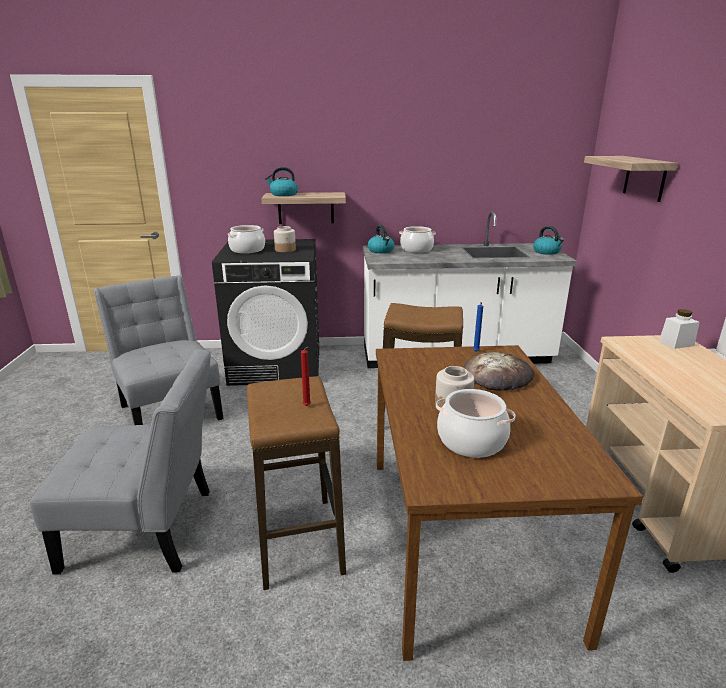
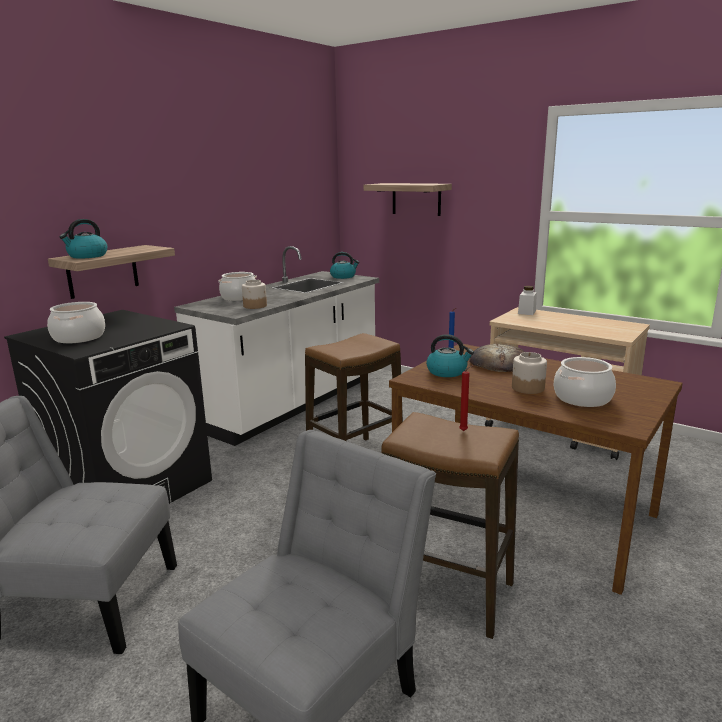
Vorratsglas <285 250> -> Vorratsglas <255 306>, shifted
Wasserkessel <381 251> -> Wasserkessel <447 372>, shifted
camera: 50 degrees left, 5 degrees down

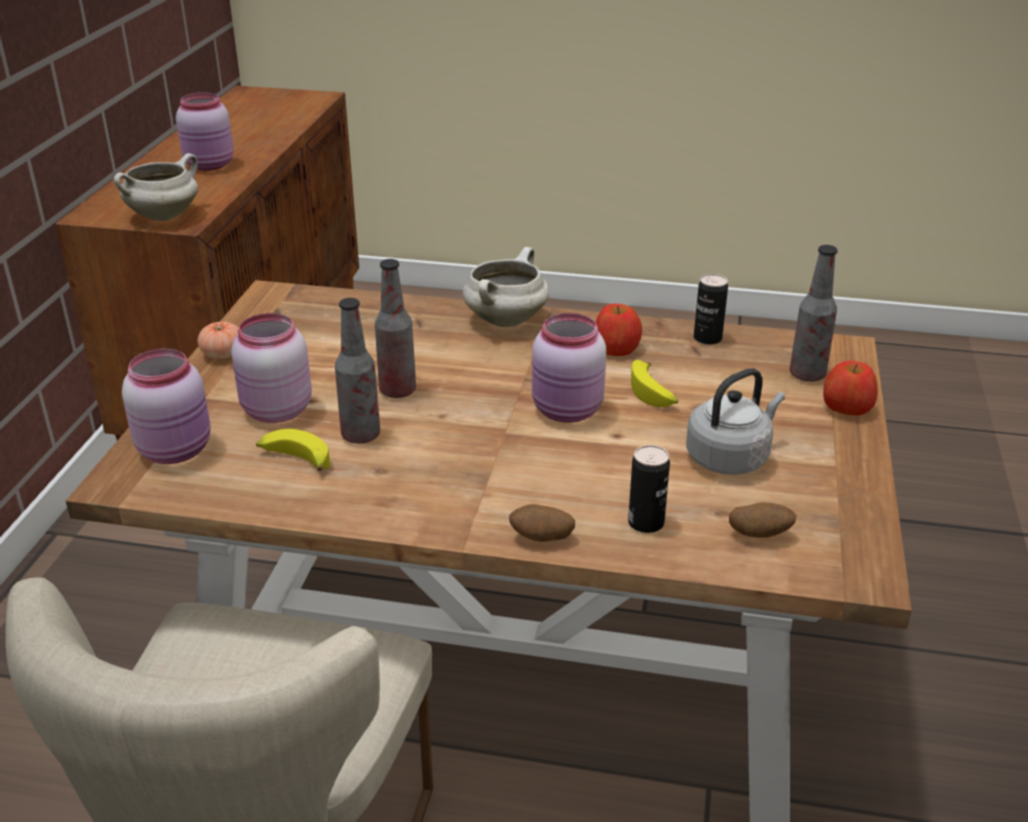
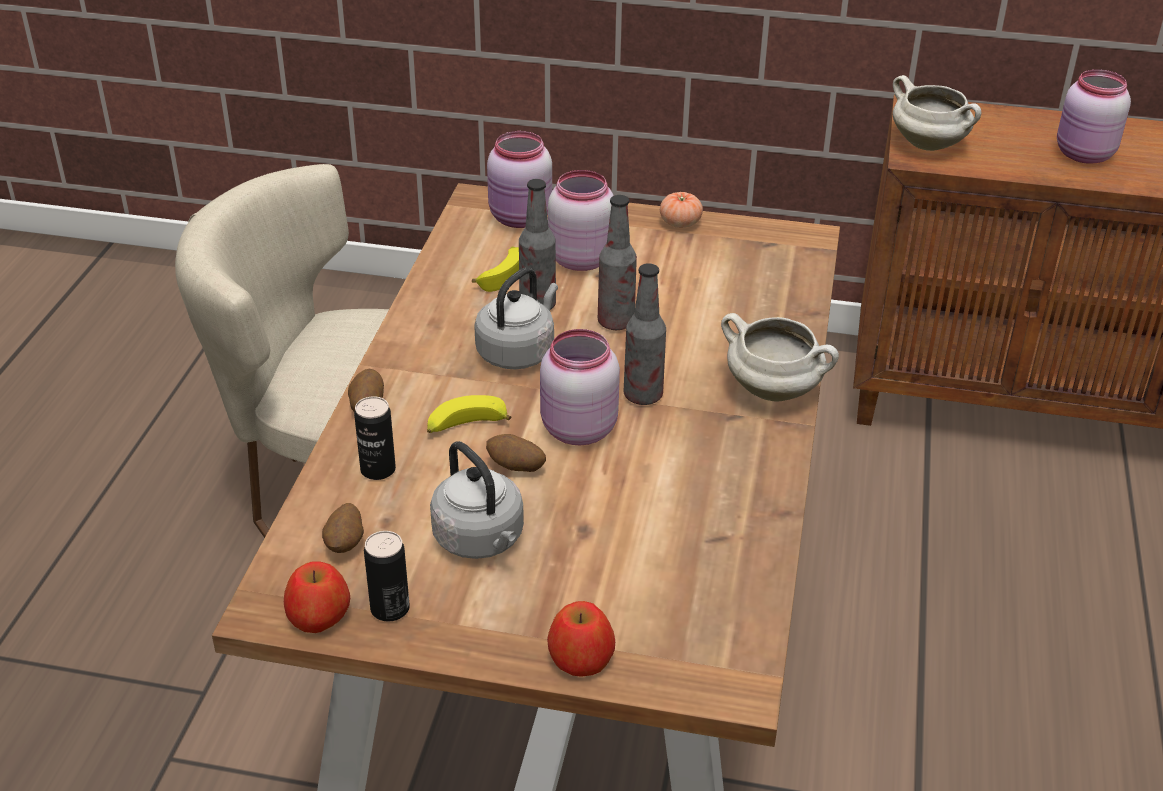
Apfel <616 348> -> Apfel <318 617>, shifted
Dose <707 338> -> Dose <390 608>, shifted
Banane <653 393> -> Banane <465 426>, shifted
none -> Wasserkessel [grau] <518 352>
none -> Kartoffel <515 468>
Flasche <807 375> -> Flasche <643 395>, shifted
camera: 90 degrees right, 5 degrees up

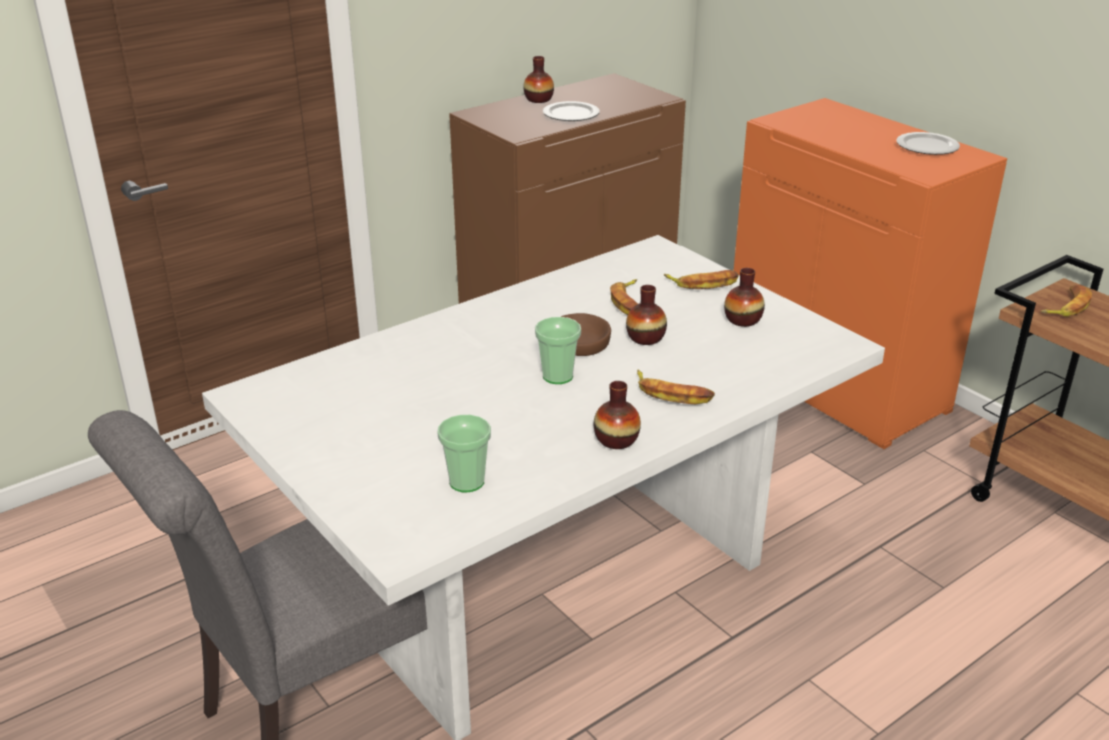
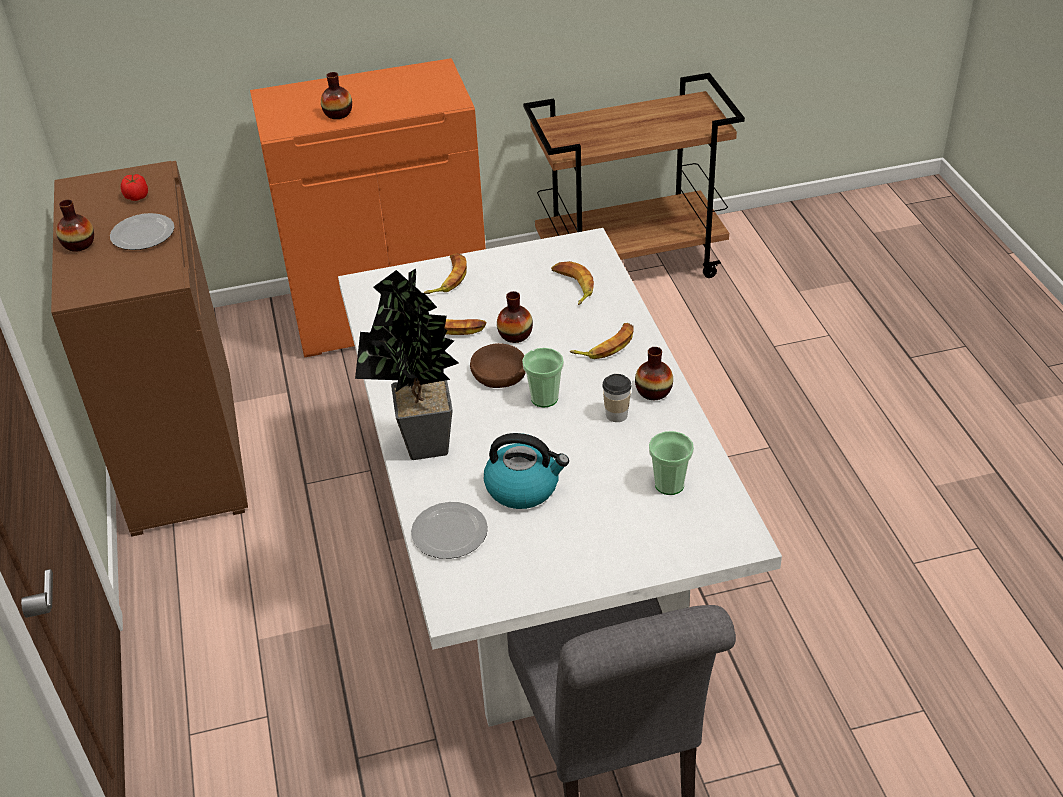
none -> Tomate <136 197>
Vase <742 320> -> Vase <338 114>, shifted
none -> Topfpflanze <423 450>
Teller <927 147> -> Teller <450 533>, shifted
none -> Wasserkessel <523 487>
Banane <1066 306> -> Banane <572 286>, shifted
none -> Tasse <616 415>
camera: 65 degrees left, 10 degrees up

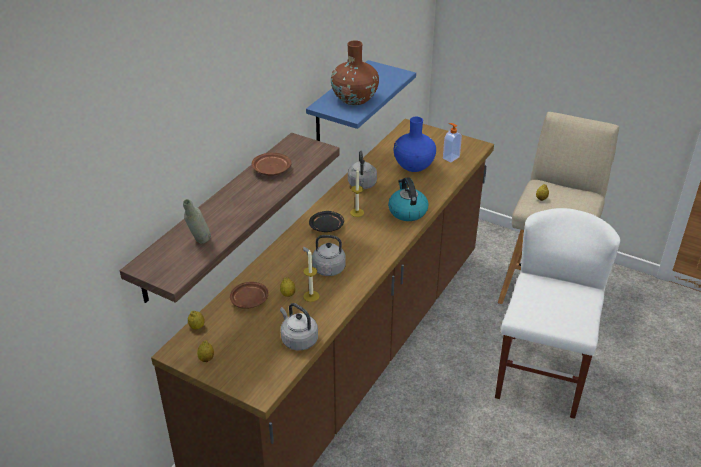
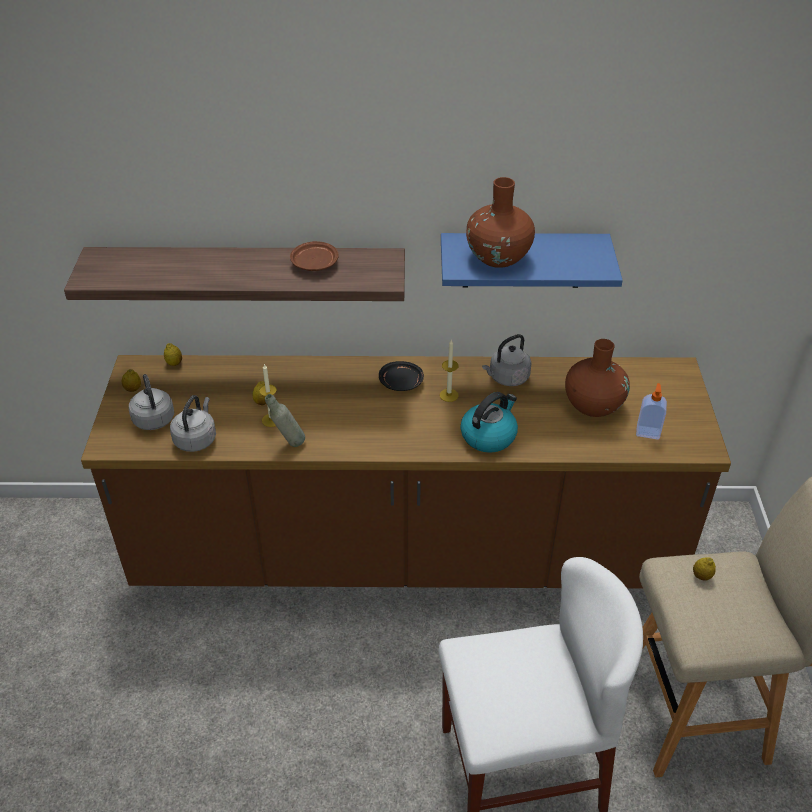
Wasserkessel [grau] <326 268> -> Wasserkessel [grau] <153 418>, shifted
Flasche [grau] <199 244> -> Flasche [grau] <288 444>, shifted
Vase [blau] <413 165> -> Vase [braun] <593 405>
Teller [braun] <250 300> -> none
camera: 60 degrees right, 5 degrees up

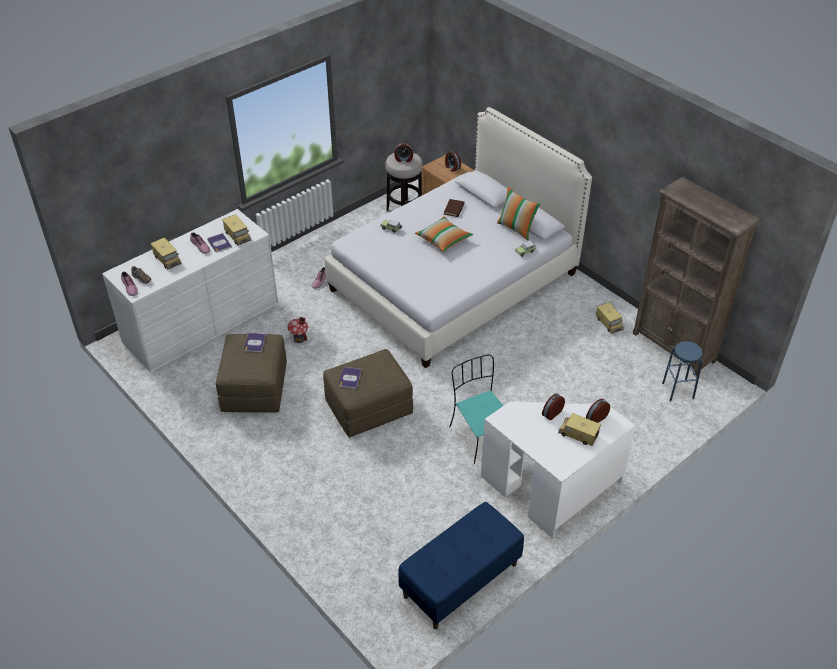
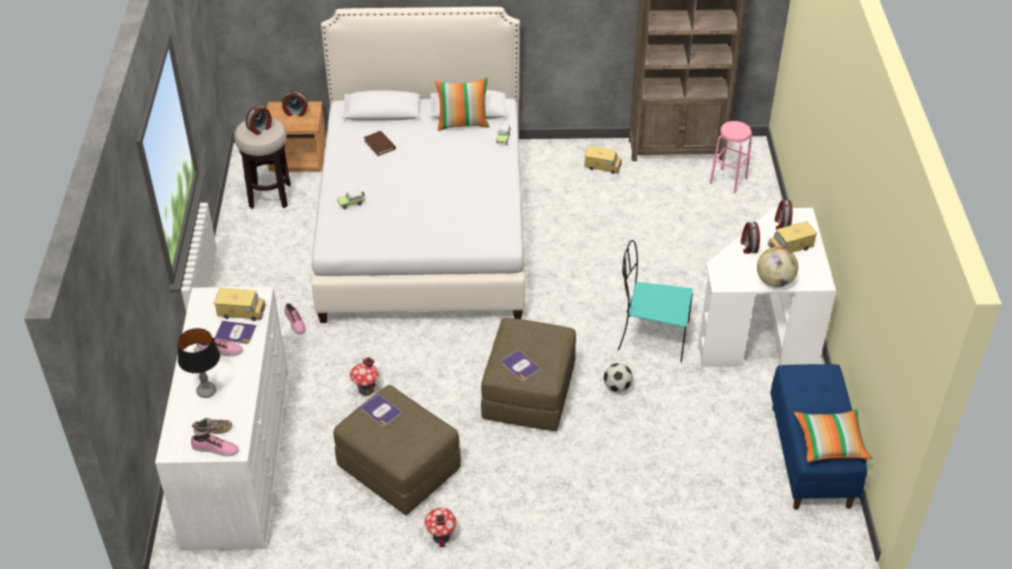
Spielzeuglaster <167 259> -> Tischlampe <206 391>
none -> Spielzeughaus <441 537>
none -> Fußball <617 387>
Hocker [blau] <678 390> -> Hocker [rosa] <728 180>
none -> Globus <774 281>
Kissen <443 240> -> Kissen <830 442>, shifted
camera: 50 degrees left, 0 degrees up

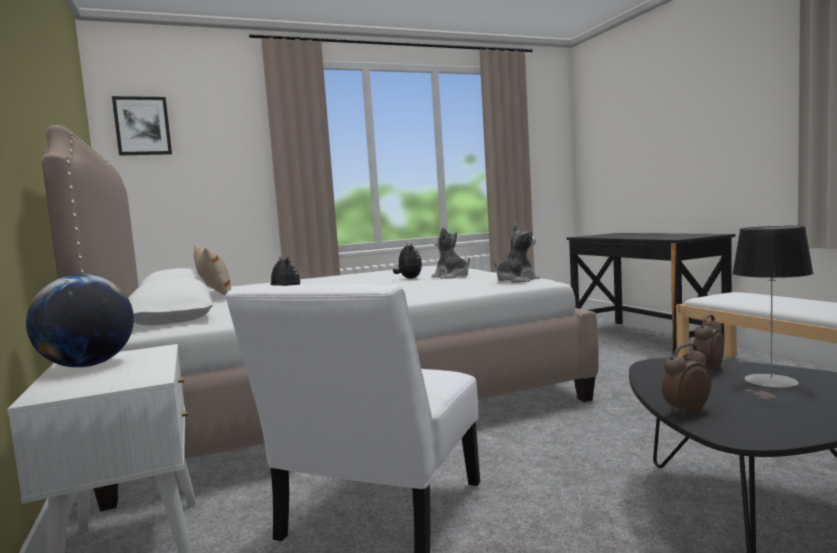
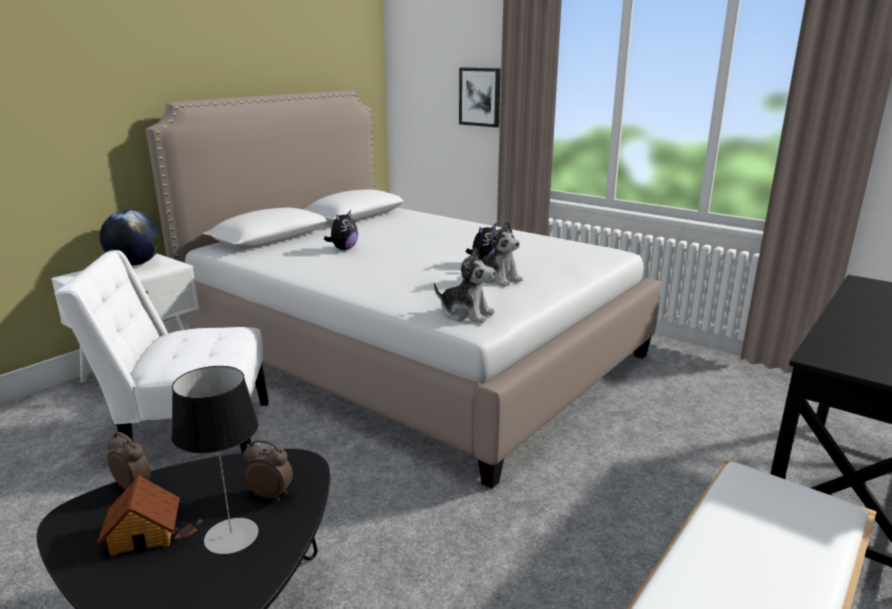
none -> Spielzeughaus <144 533>
Bild <142 126> -> Bild <480 97>, shifted
Plüschtier <451 276> -> Plüschtier <498 279>, 120 degrees clockwise
Kissen [beige] <214 295> -> none
camera: 60 degrees right, 15 degrees up

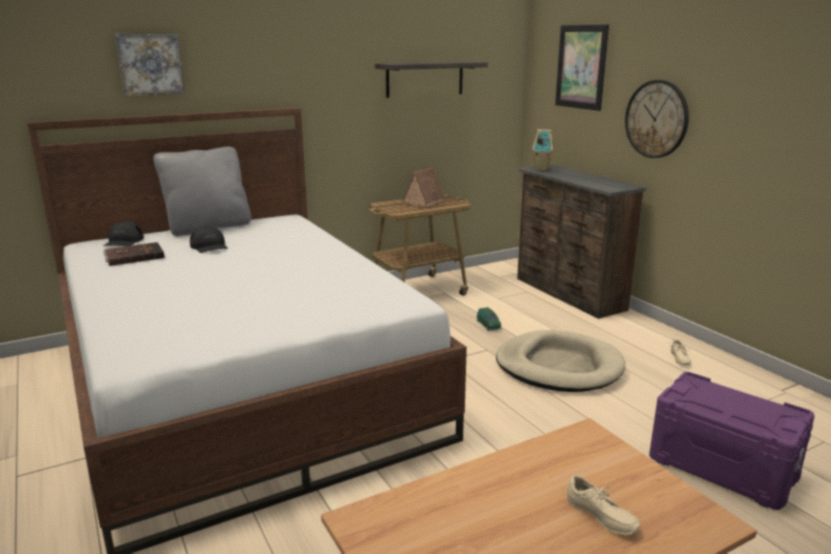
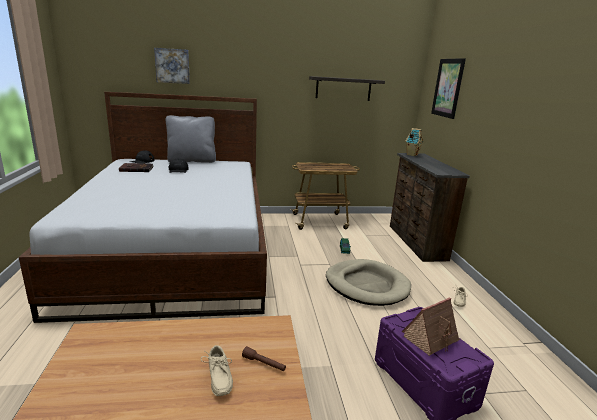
none -> Taschenlampe [braun] <264 364>
Spielzeughaus <425 202> -> Spielzeughaus <431 338>, shifted
Wanduhr <656 119> -> none
camera: 20 degrees right, 0 degrees up

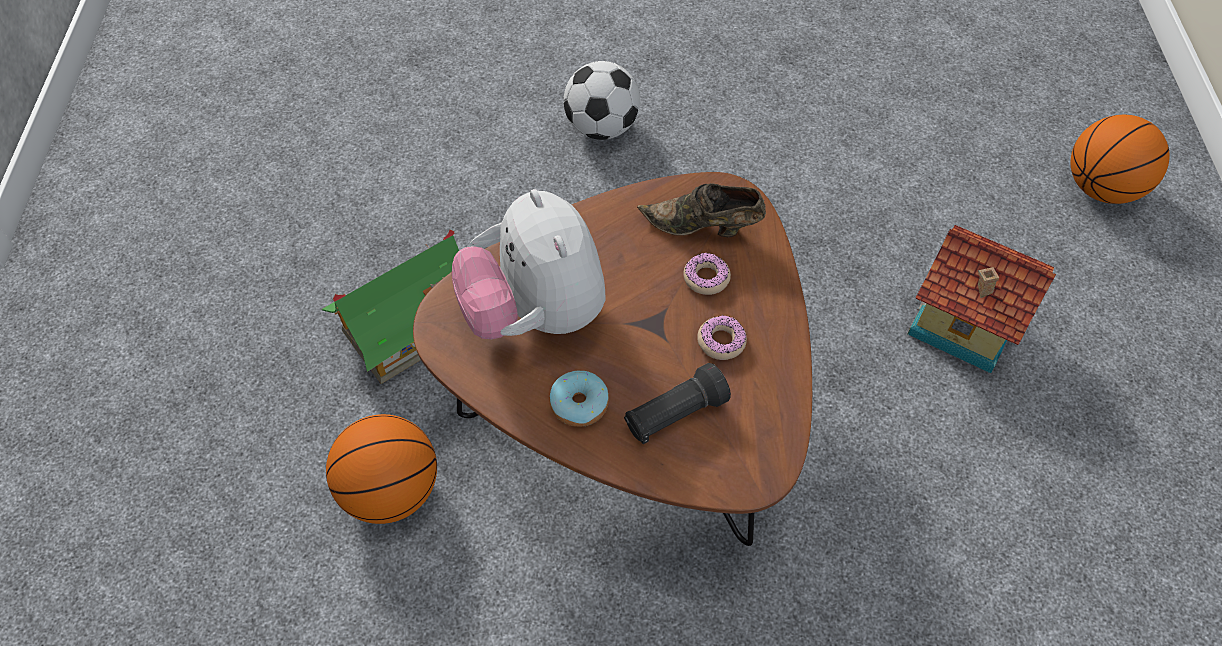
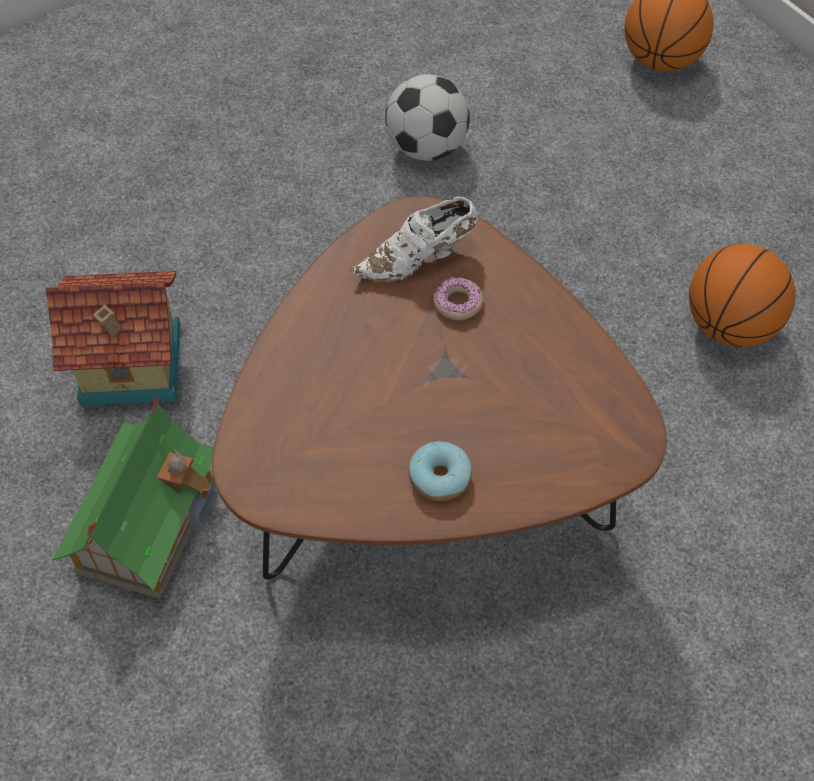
Spielzeughaus <963 324> -> Spielzeughaus <131 366>, shifted
Schuh [braun] <703 228> -> Schuh [weiß] <419 259>
Fußball <602 127> -> Fußball <427 147>, shifted
Basketball <392 490> -> Basketball <730 326>, shifted
Plüschtier <535 313> -> none
Taschenlampe [schwarz] <674 414> -> none
Donut <721 341> -> none
camera: 35 degrees left, 0 degrees up

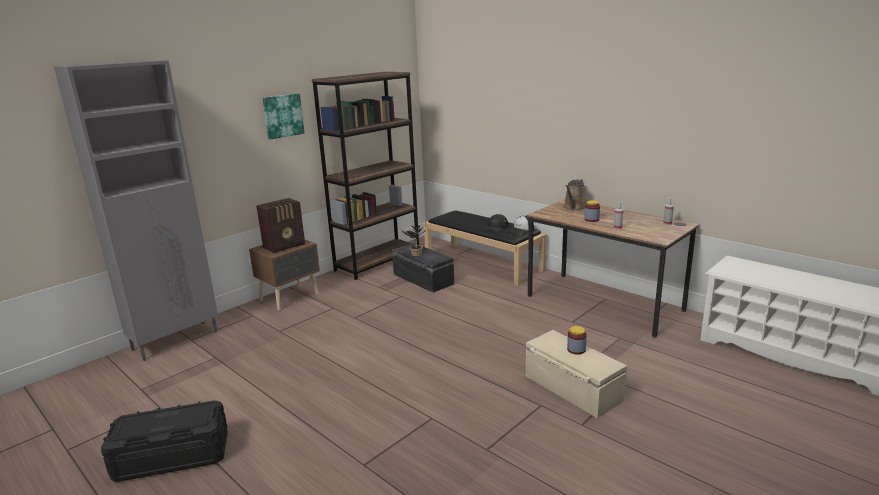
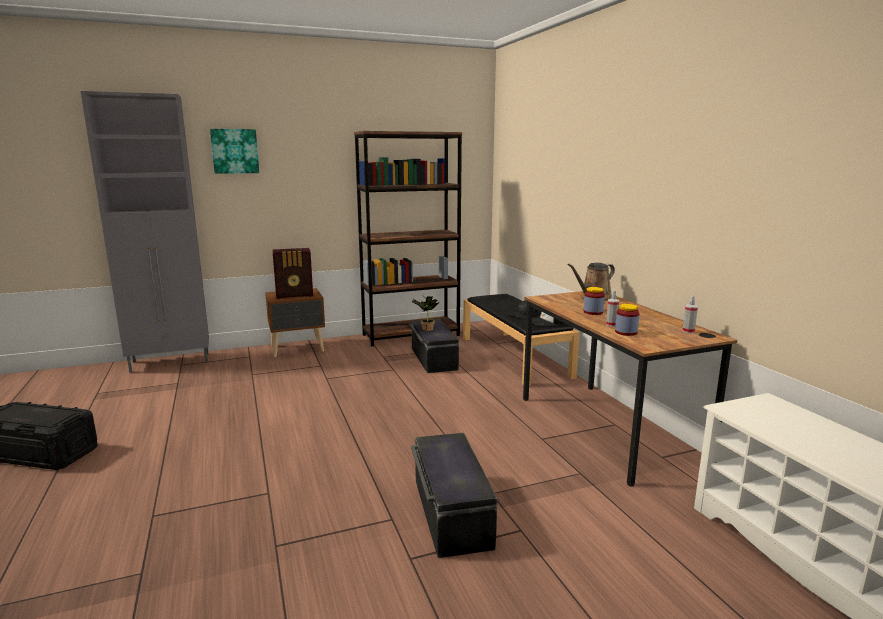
Bild <282 116> -> Bild <235 151>, shifted
Aufbewahrungsbox [beige] <572 388> -> Aufbewahrungsbox [schwarz] <450 512>
Vorratsglas <576 349> -> Vorratsglas <626 332>, shifted
camera: 25 degrees right, 5 degrees down

